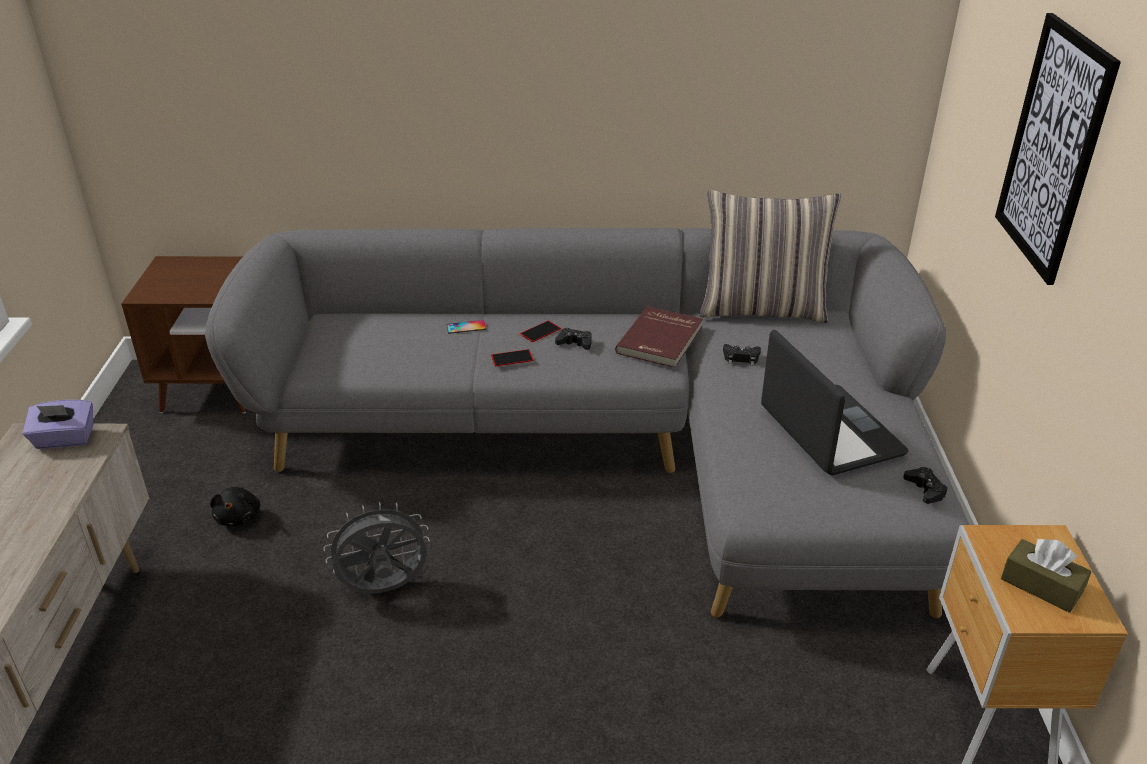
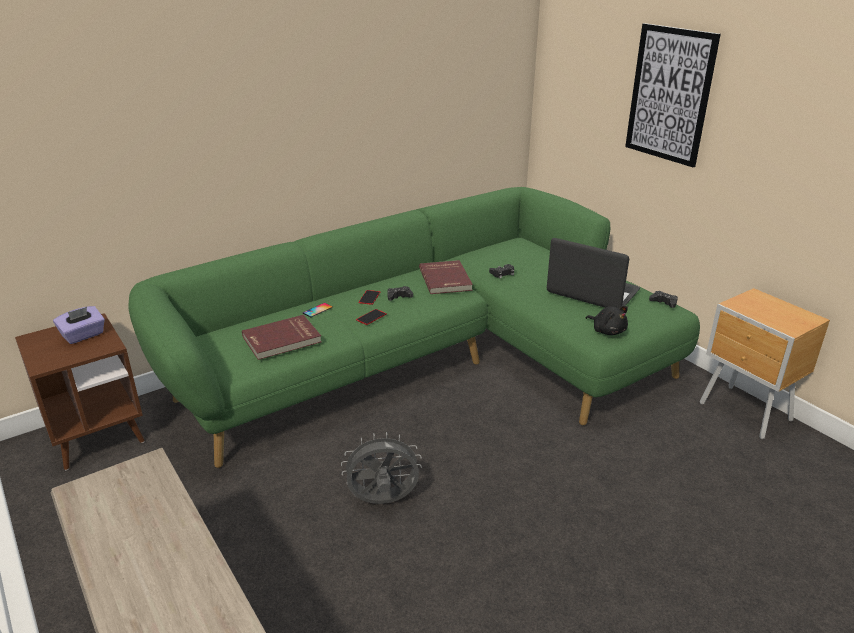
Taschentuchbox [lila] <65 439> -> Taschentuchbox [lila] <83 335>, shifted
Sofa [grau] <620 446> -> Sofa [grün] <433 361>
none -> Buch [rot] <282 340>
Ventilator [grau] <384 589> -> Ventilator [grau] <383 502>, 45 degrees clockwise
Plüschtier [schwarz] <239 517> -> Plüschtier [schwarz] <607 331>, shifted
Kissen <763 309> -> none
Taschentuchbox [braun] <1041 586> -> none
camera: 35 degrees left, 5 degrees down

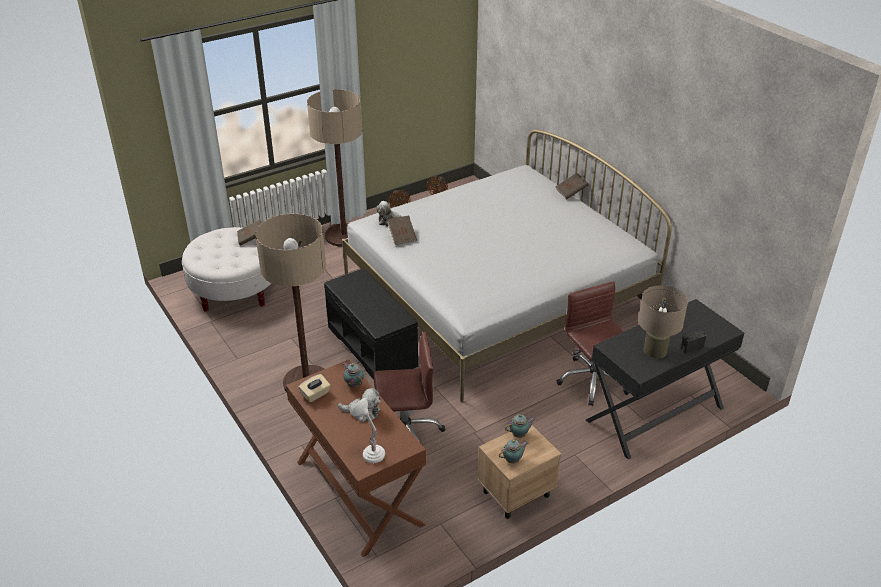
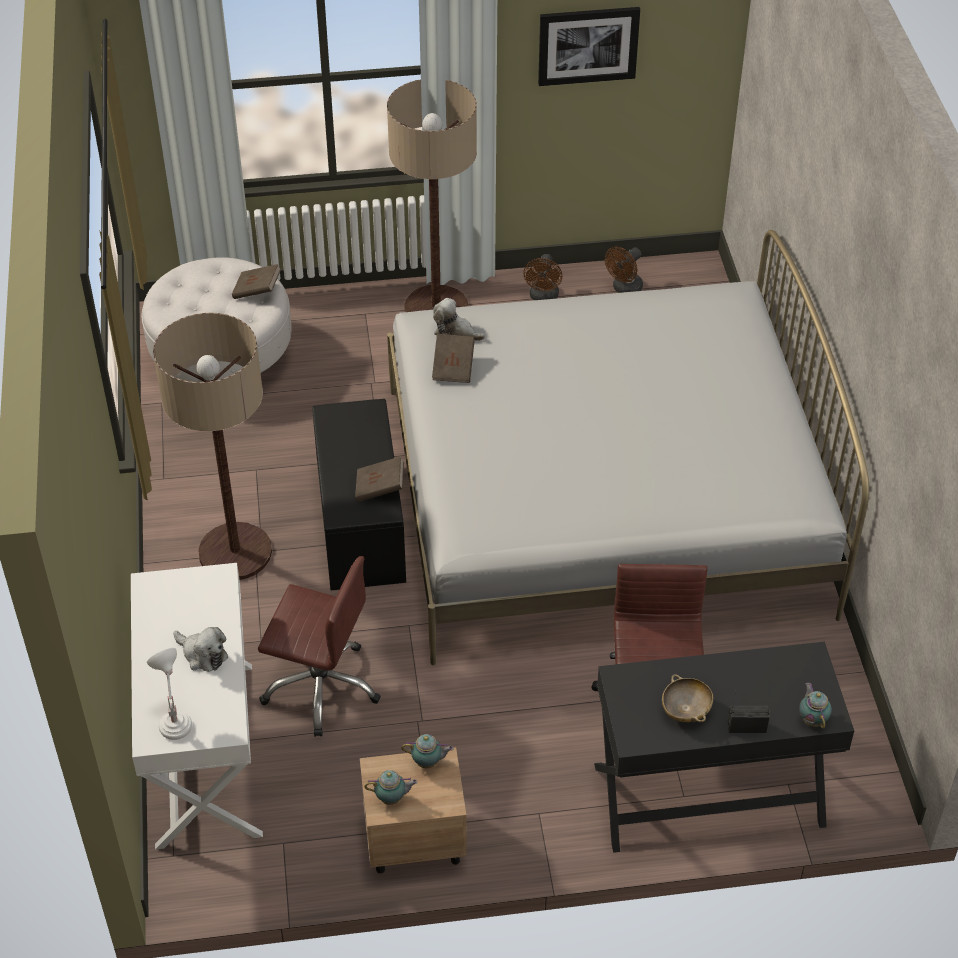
Schreibtisch [braun] <358 493> -> Schreibtisch [weiß] <203 753>
Buch [braun] <571 192> -> Buch [braun] <380 488>, shifted
none -> Bild <588 45>
Tischlampe [beige] <655 350> -> Schüssel [beige] <686 710>
Teekanne <353 384> -> Teekanne <812 719>, shifted
Taschentuchbox [beige] <315 394> -> none
camera: 25 degrees right, 10 degrees up

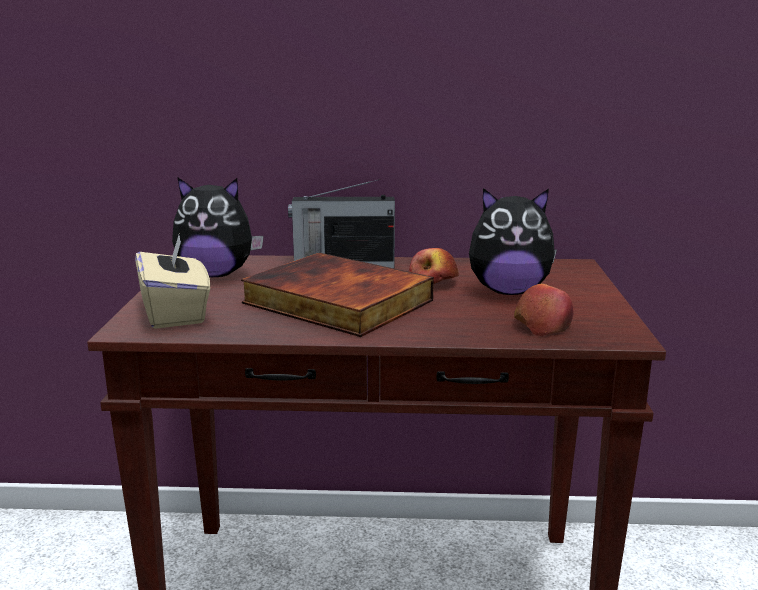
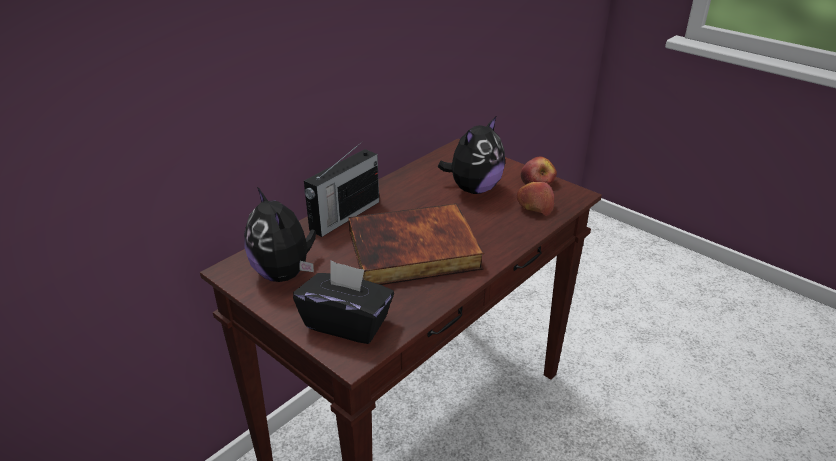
Plüschtier <217 274> -> Plüschtier <285 273>, 105 degrees clockwise
Taschentuchbox [beige] <176 313> -> Taschentuchbox [schwarz] <347 323>
Apfel <434 283> -> Apfel <537 181>, shifted
camera: 50 degrees left, 15 degrees up

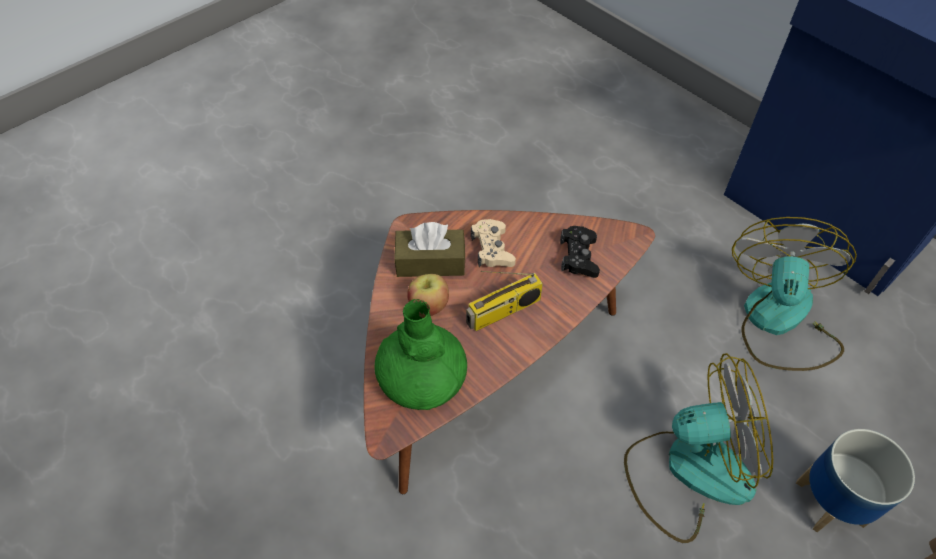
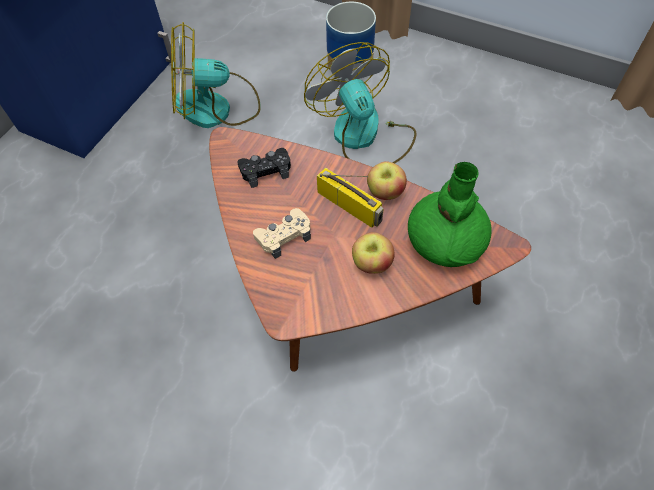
none -> Apfel <385 192>
Taschentuchbox [braun] <430 262> -> none
camera: 110 degrees left, 5 degrees up

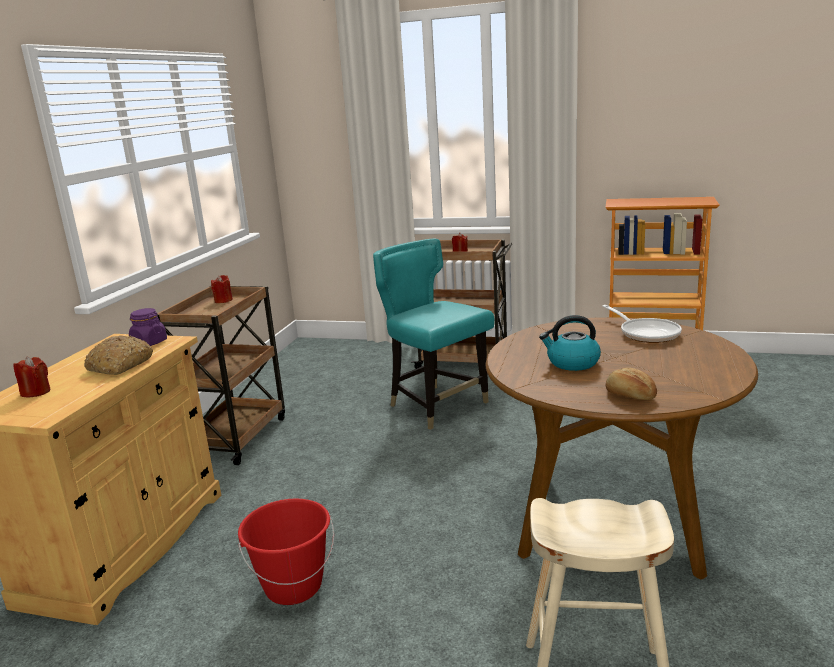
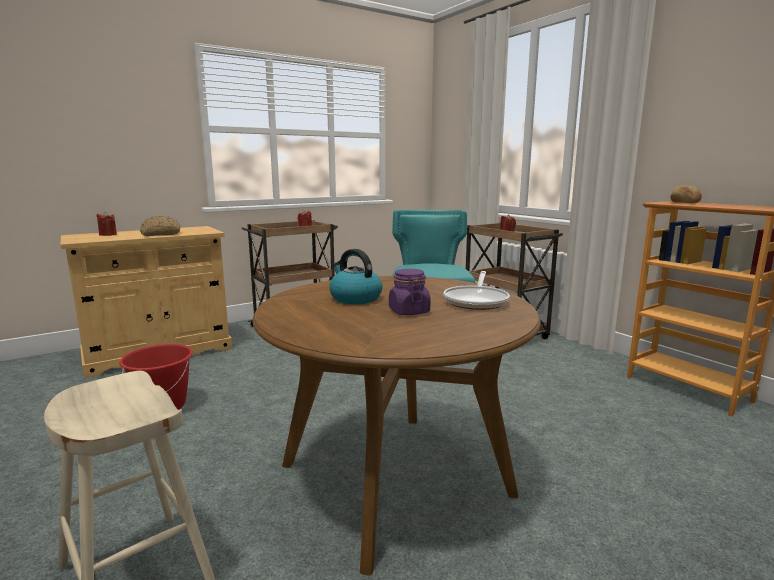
Vorratsglas [lila] <149 343> -> Vorratsglas [lila] <409 311>, shifted
Brot <630 395> -> Brot <684 203>, shifted
camera: 40 degrees right, 5 degrees down

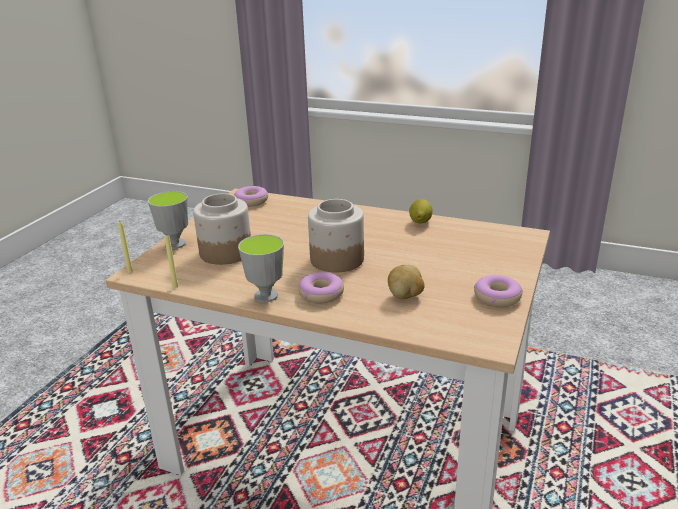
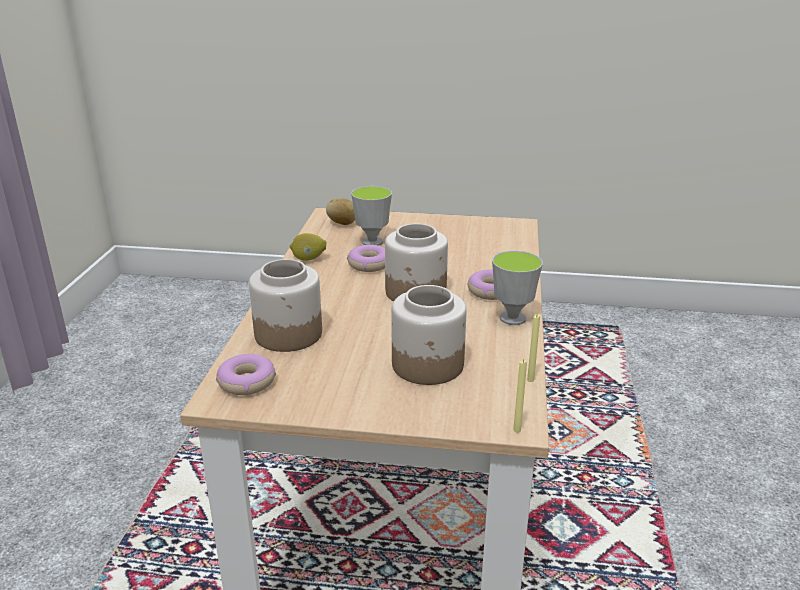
none -> Vorratsglas <289 334>
Kartoffel <405 296> -> Kartoffel <343 223>, shifted
Donut <497 297> -> Donut <369 264>, shifted
Tasse <175 244> -> Tasse <372 242>, shifted
camera: 105 degrees left, 0 degrees up

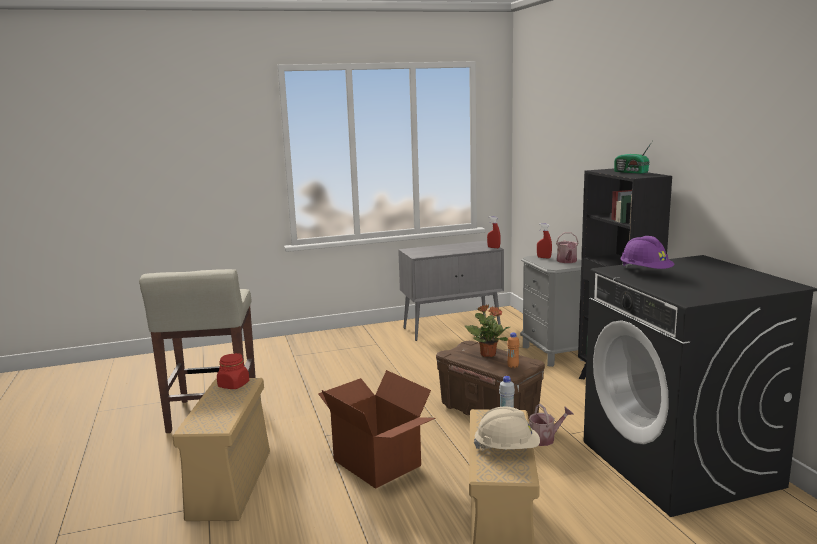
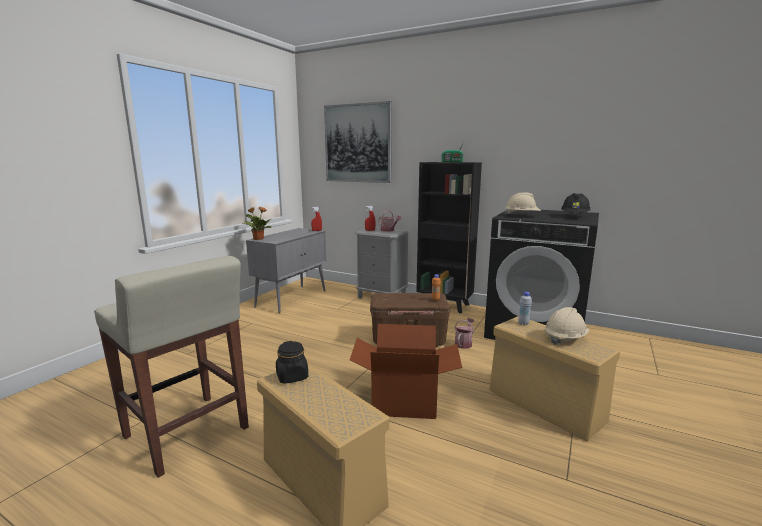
Topfpflanze <487 354> -> Topfpflanze <258 239>, shifted
Vorratsglas [rot] <233 385> -> Vorratsglas [schwarz] <292 377>
none -> Bild <358 143>
Schutzhelm [lila] <645 272> -> Schutzhelm [beige] <522 216>
none -> Schutzhelm [schwarz] <574 217>
camera: 45 degrees left, 0 degrees up

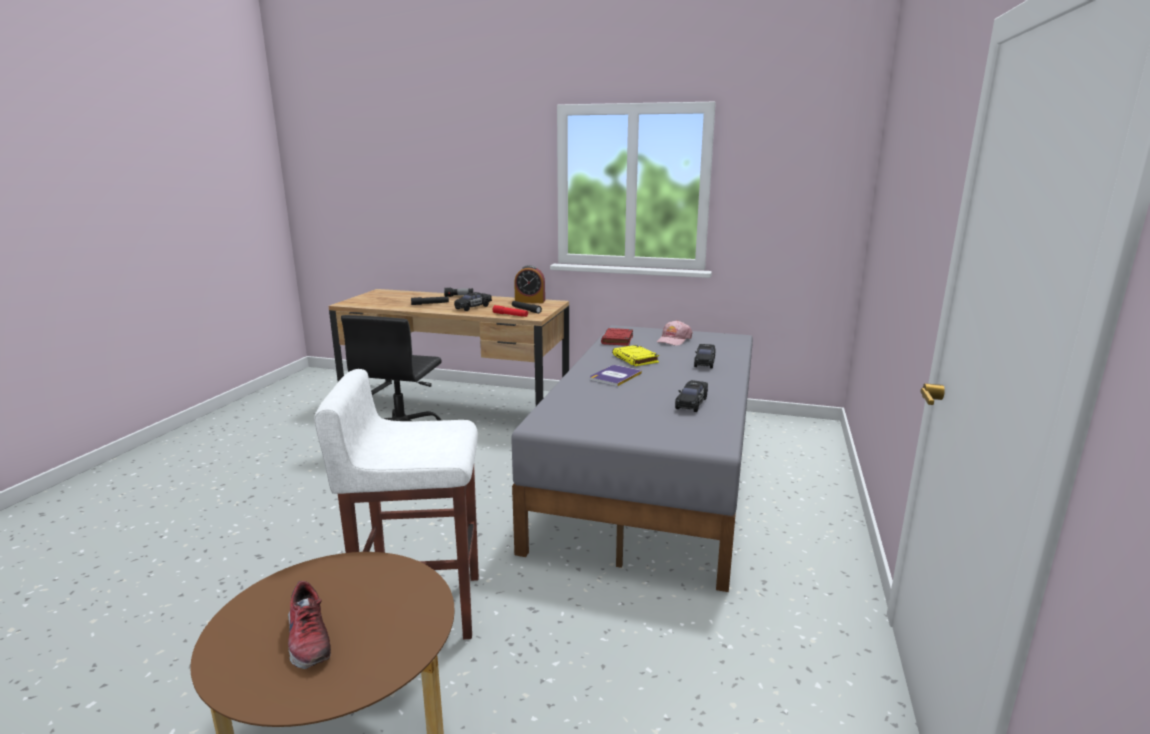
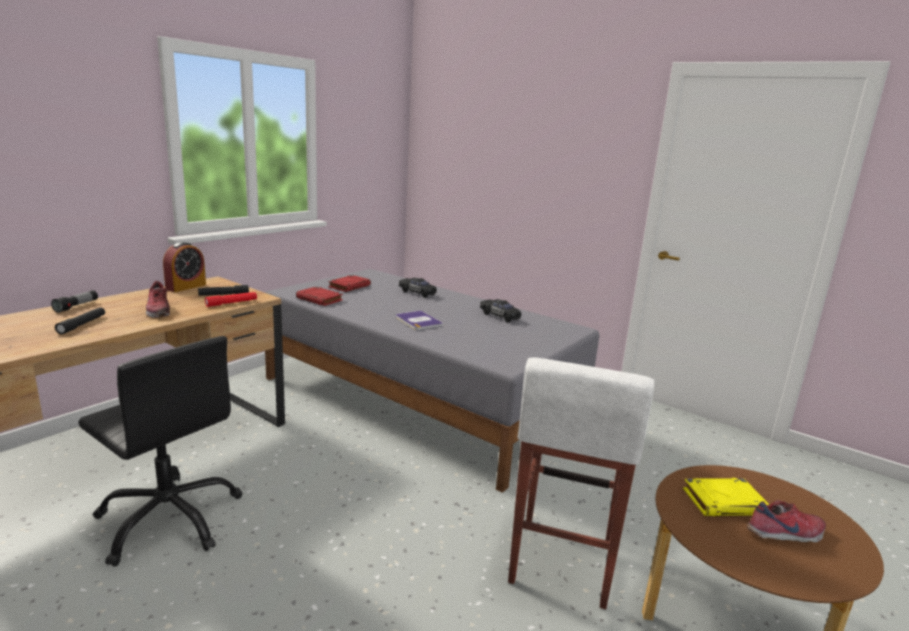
Spielzeugauto [schwarz] <473 307> -> Schuh <157 310>
Kappe [rosa] <673 340> -> Buch [rot] <349 286>
Buch [gelb] <635 359> -> Buch [gelb] <724 502>, shifted
camera: 70 degrees left, 0 degrees up

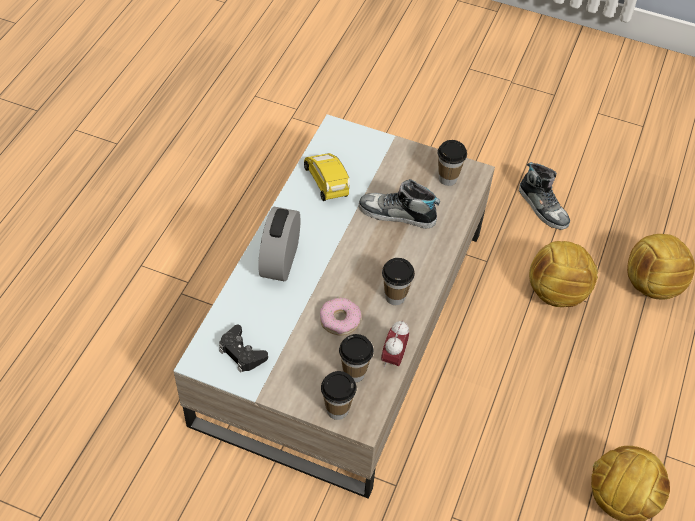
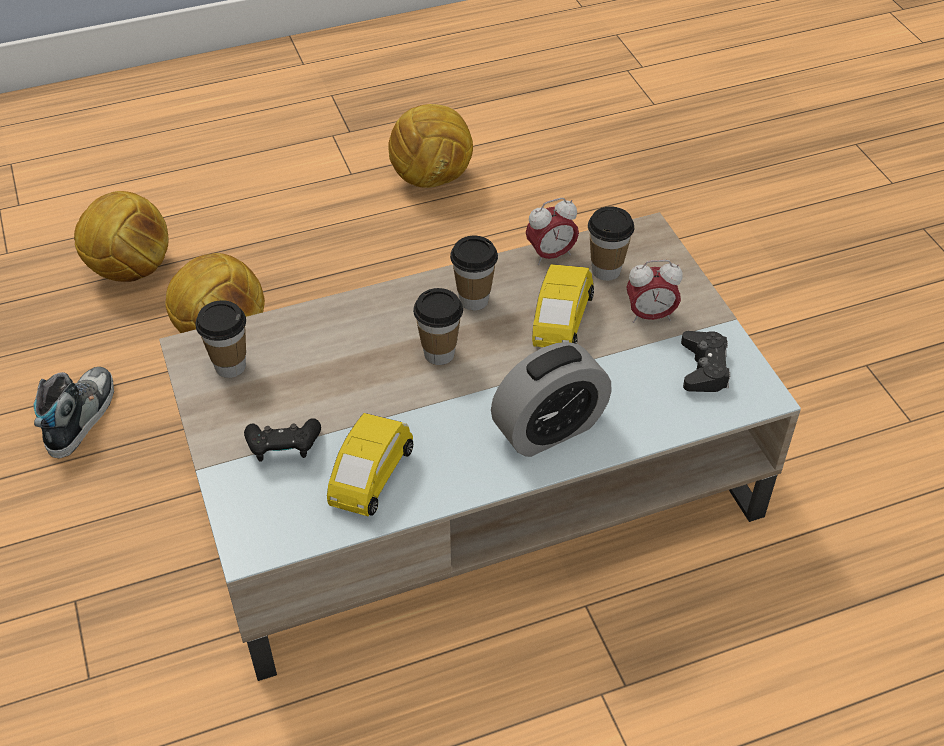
none -> Gamepad [schwarz] <283 448>
Tasse <337 410> -> Tasse <439 354>, shifted
Donut <340 320> -> Spielzeugauto [gelb] <560 322>
none -> Wecker <650 315>
Schuh <397 214> -> none
camera: 130 degrees left, 5 degrees down

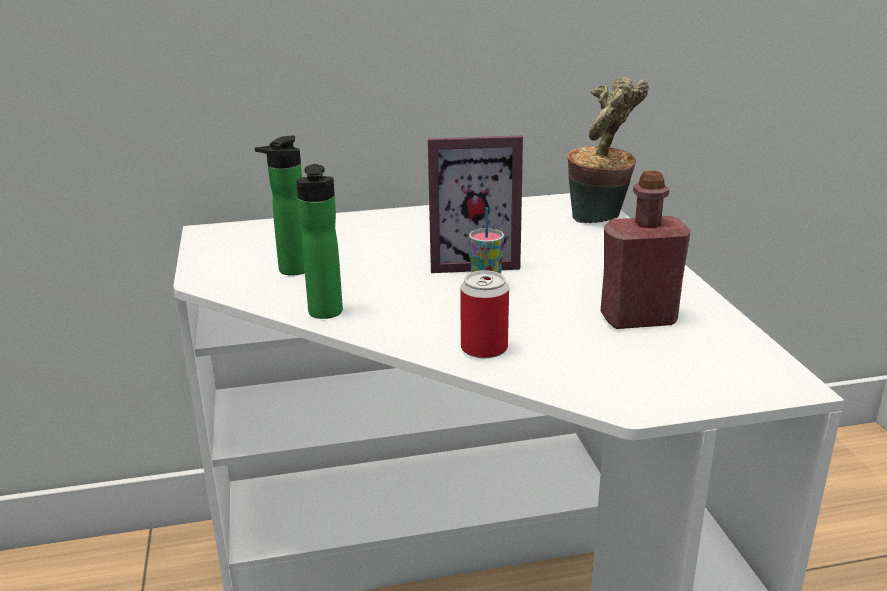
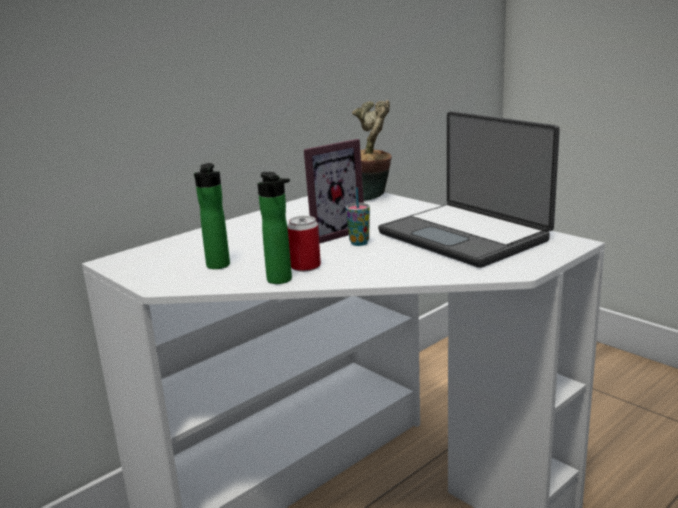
Dose <484 348> -> Dose <305 267>, shifted
Flasche [rot] <638 319> -> Laptop <465 236>
camera: 30 degrees left, 5 degrees down

